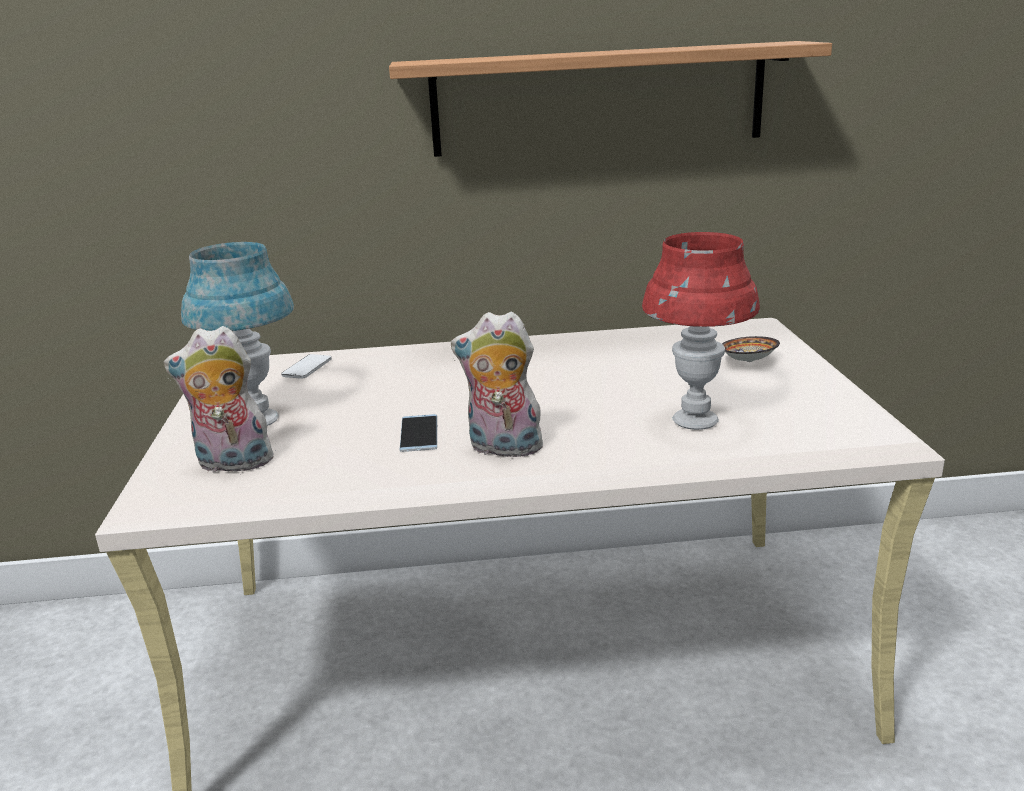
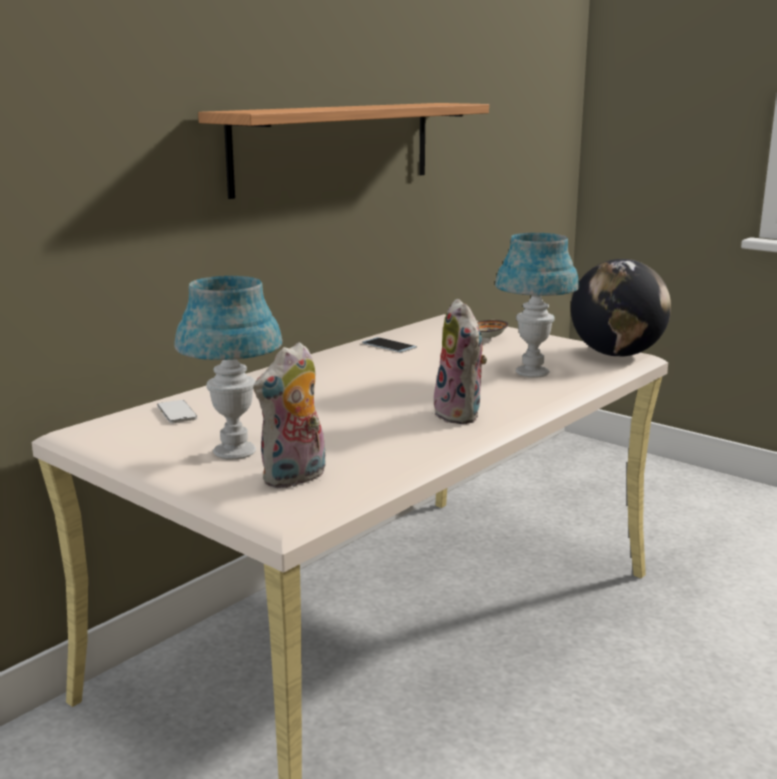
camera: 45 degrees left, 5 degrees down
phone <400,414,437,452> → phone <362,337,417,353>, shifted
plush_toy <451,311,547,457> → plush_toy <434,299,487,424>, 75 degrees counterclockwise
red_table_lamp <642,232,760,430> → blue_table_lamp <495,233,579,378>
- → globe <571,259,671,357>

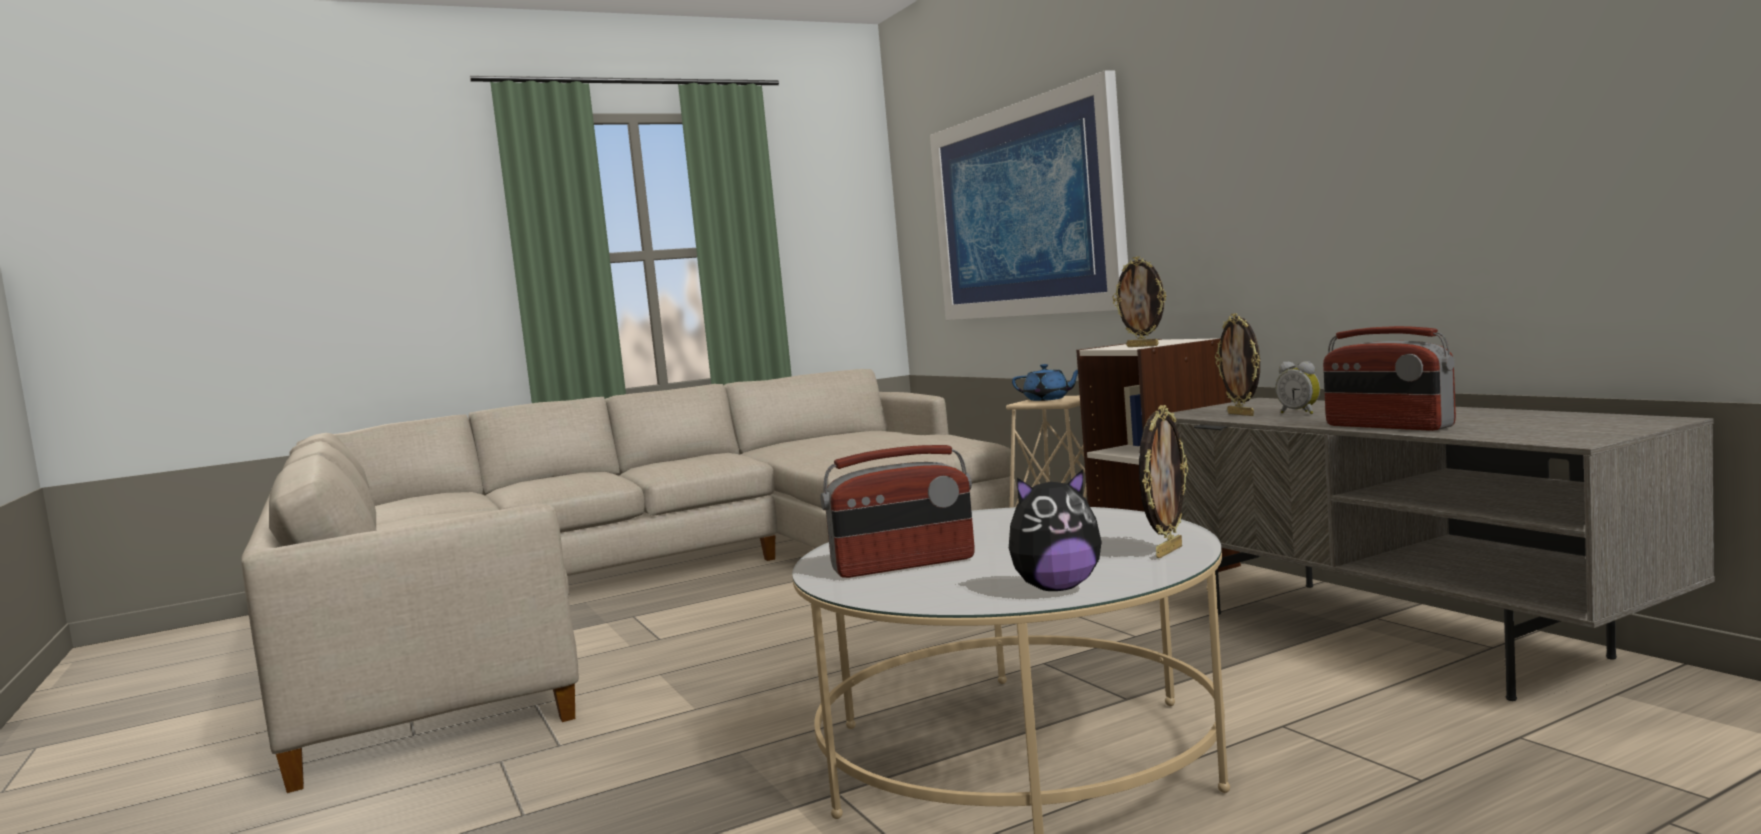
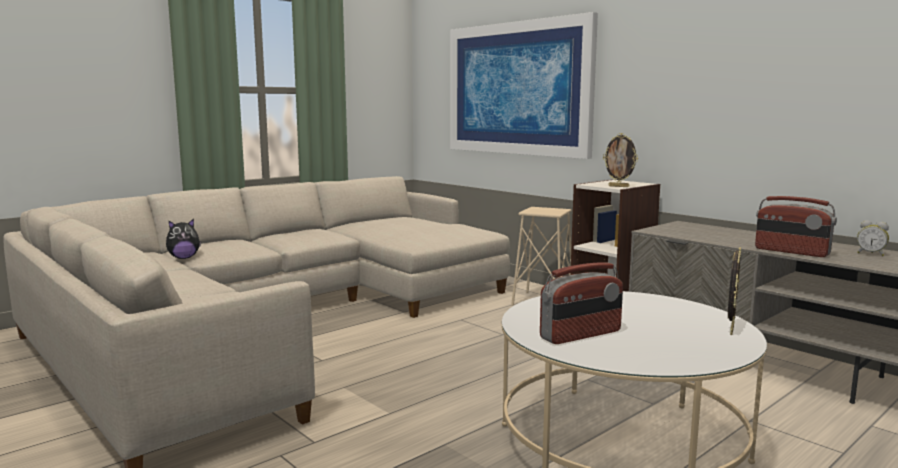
camera: 15 degrees left, 5 degrees up
plush_toy <1009,469,1102,591> → plush_toy <166,219,201,259>, shifted
blue_teapot <1012,364,1078,401> → -
picture_frame <1215,313,1260,416> → -
alarm_clock <1275,361,1320,414> → alarm_clock <857,220,889,256>, shifted

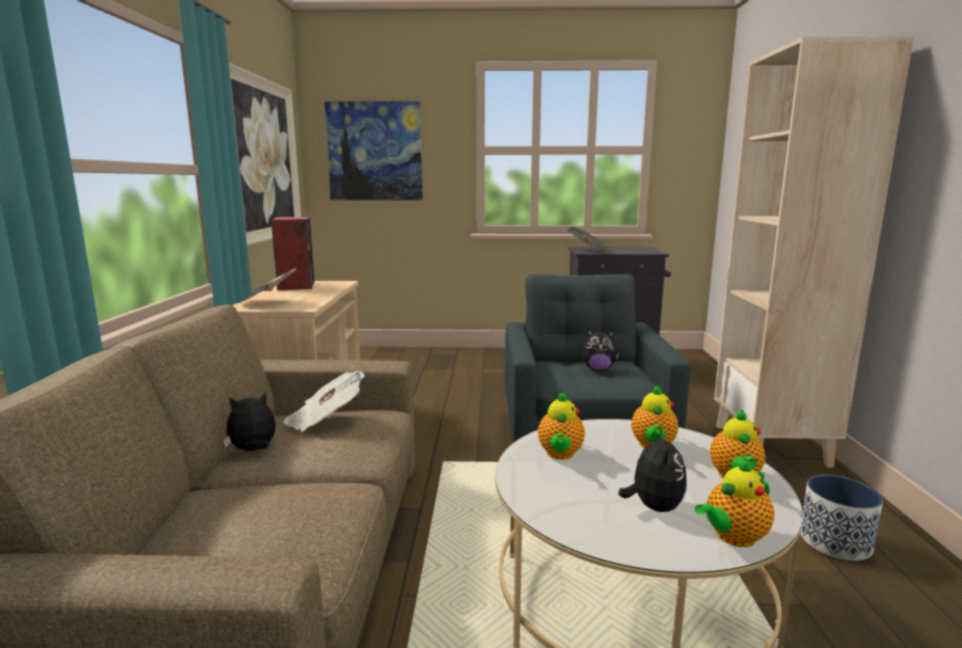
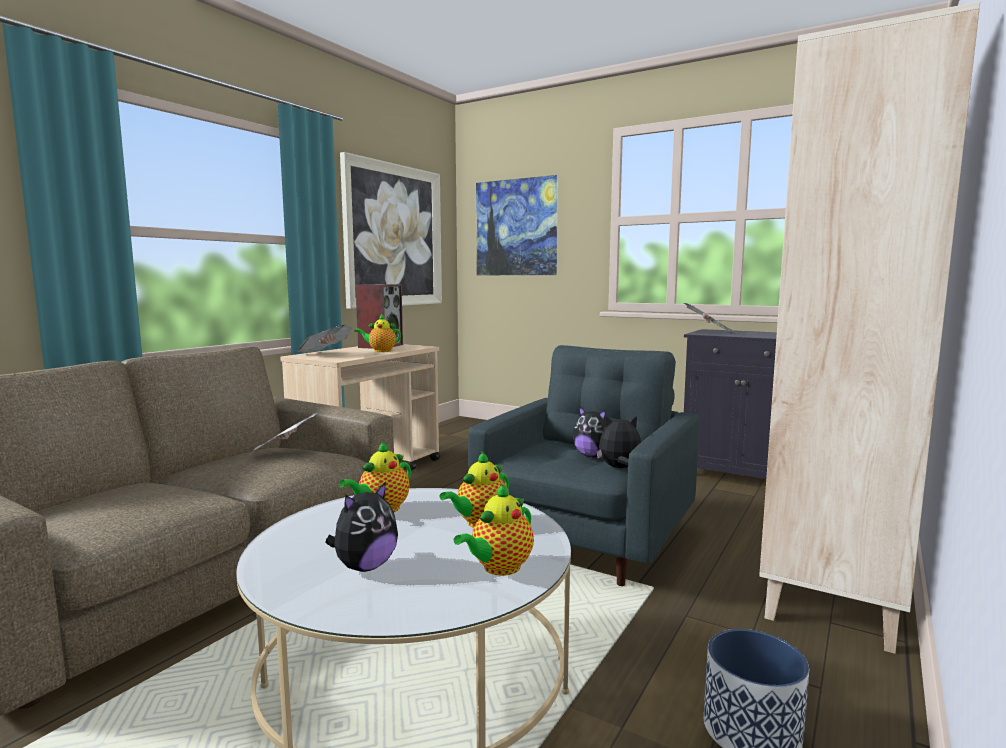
camera: 30 degrees right, 5 degrees down
plush_toy <223,392,276,451> → plush_toy <597,415,641,468>, shifted
teapot <695,457,774,547> → teapot <355,314,401,352>, shifted

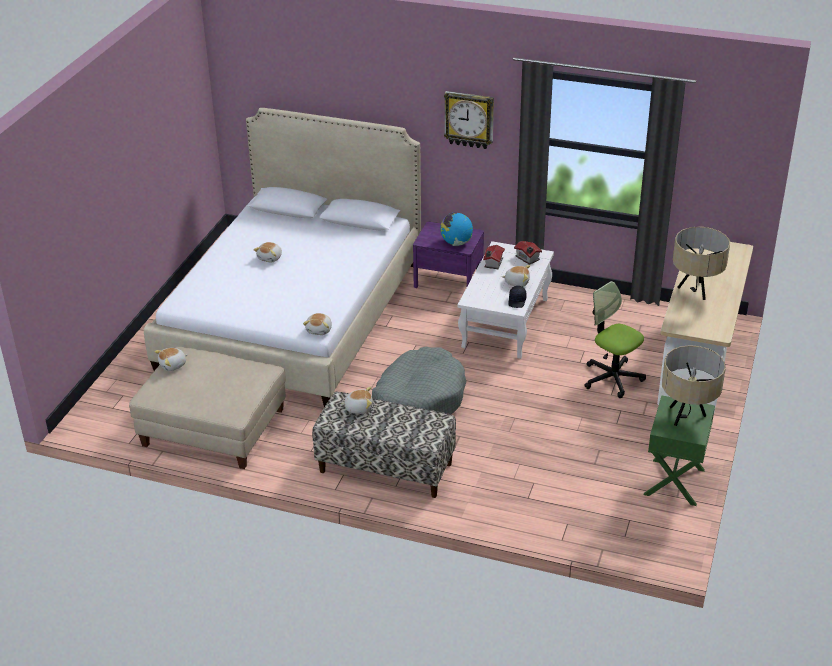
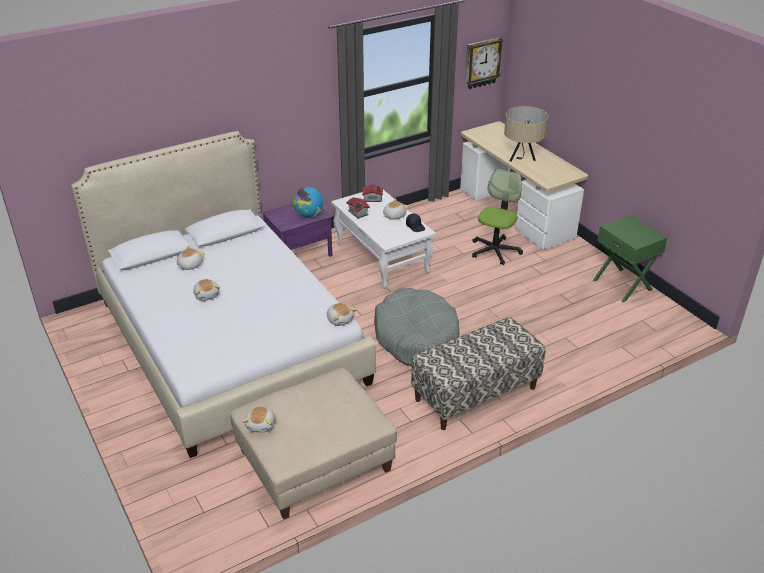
camera: 50 degrees left, 0 degrees up
plush_toy <341,387,373,414> → plush_toy <177,245,205,270>, shifted
wall_clock <444,91,494,149> → wall_clock <465,37,504,89>, shifted
office_chair <584,281,646,398> → office_chair <472,169,523,265>, 120 degrees clockwise
beige_table_lamp <662,345,726,426> → -

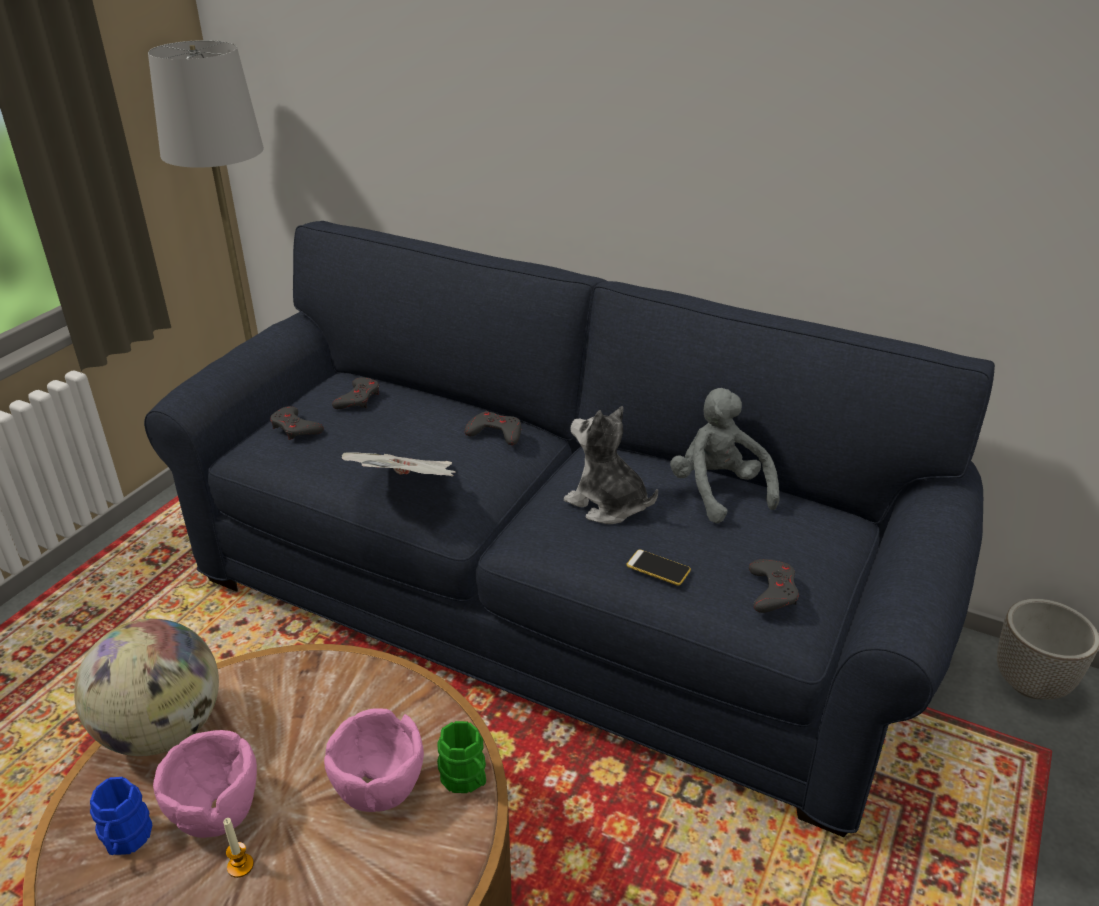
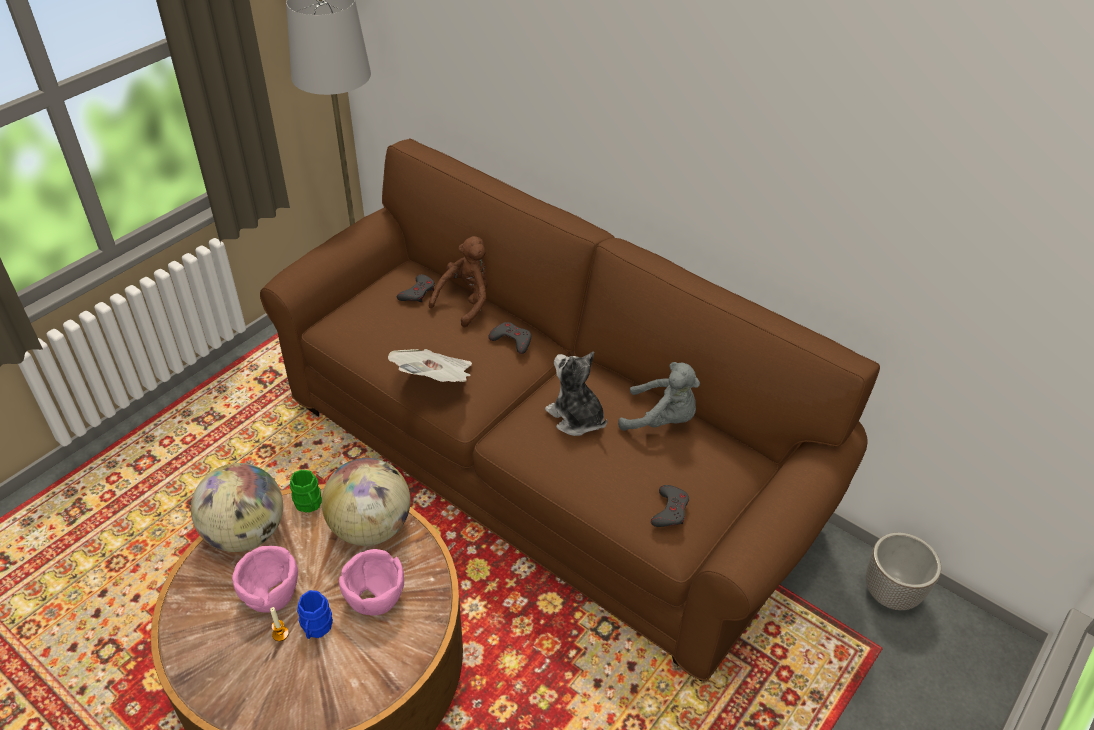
camera: 10 degrees right, 10 degrees up
blue_mug <90,777,152,855> → blue_mug <297,590,333,639>, shifted
blue_sofa <144,221,995,837> → brown_sofa <260,139,880,681>
grey_game_controller <270,406,324,440> → -
green_mug <437,721,486,793> → green_mug <290,470,322,513>, shifted
phone <627,549,691,585> → -
grey_plush_toy <670,388,780,523> → grey_plush_toy <618,362,700,431>, 120 degrees clockwise
- → globe <322,458,410,546>
- → brown_plush_toy <429,236,488,327>

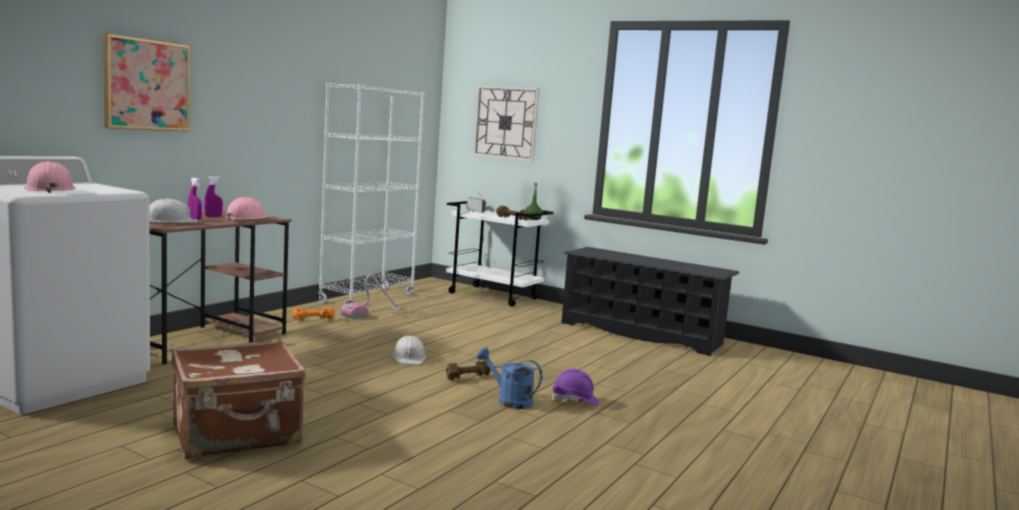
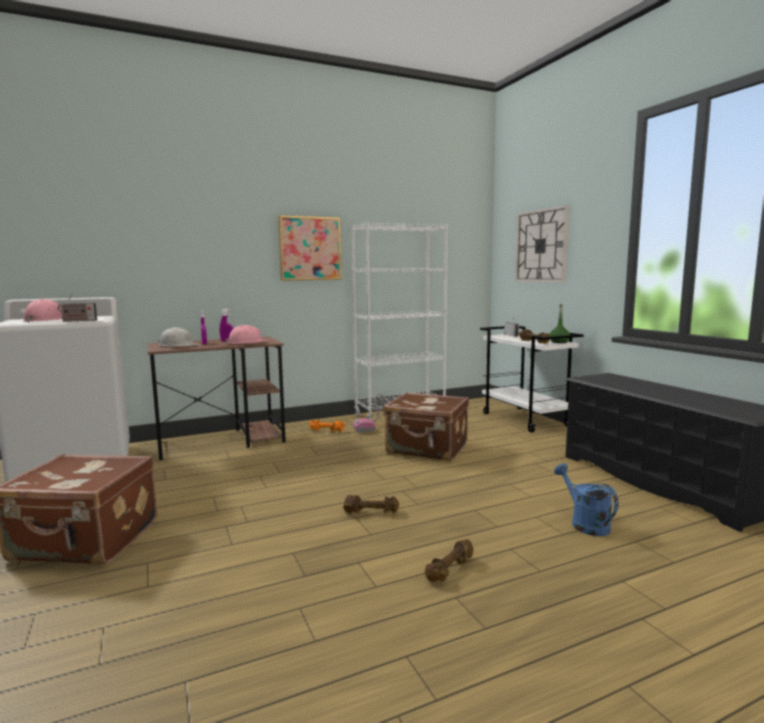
camera: 35 degrees right, 0 degrees up
picture <103,33,190,132> → picture <278,215,342,281>, shifted
white_hard_hat <392,335,426,364> → -
blue_watering_can <477,348,543,409> → blue_watering_can <554,463,619,536>, shifted
purple_hard_hat <551,369,599,406> → brown_dumbbell <425,539,473,582>
- → radio <58,293,97,322>
- → brown_suitcase <383,392,469,461>

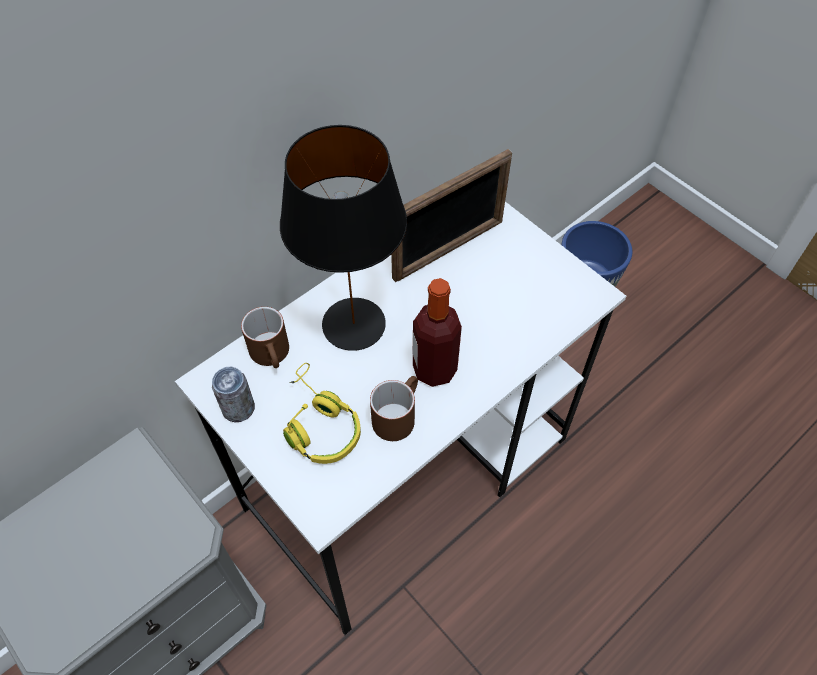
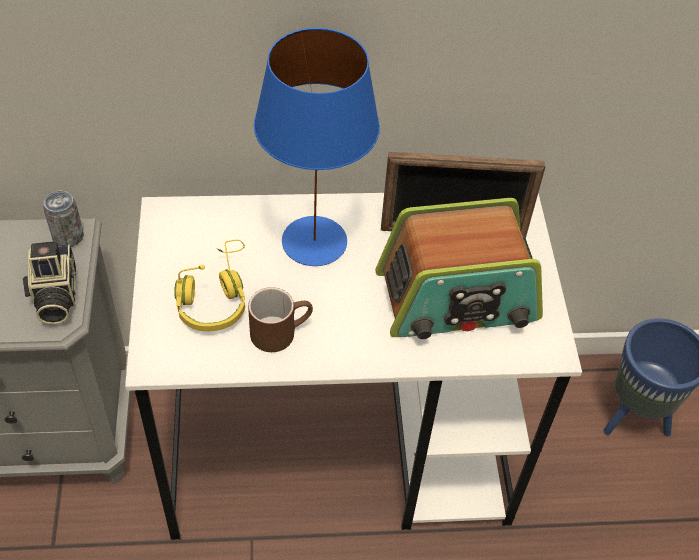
camera: 35 degrees right, 5 degrees down
can <212,367,255,422> → can <43,190,84,247>, shifted
brown_mug <241,307,289,368> → -
black_table_lamp <280,125,407,351> → blue_table_lamp <254,28,380,266>
bottle <413,278,462,387> → -
- → photo_camera <23,241,76,325>
- → radio <376,198,543,339>

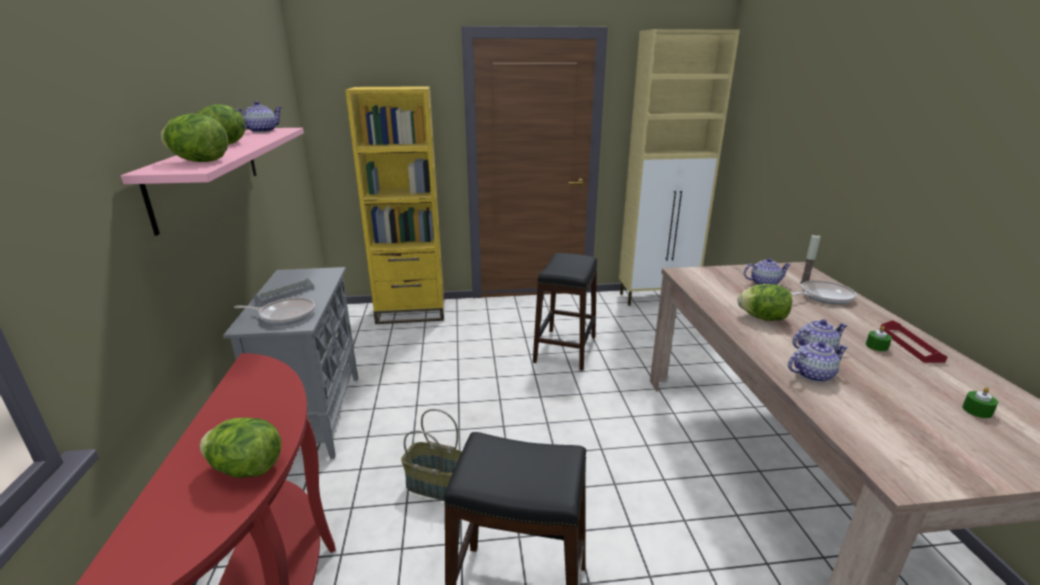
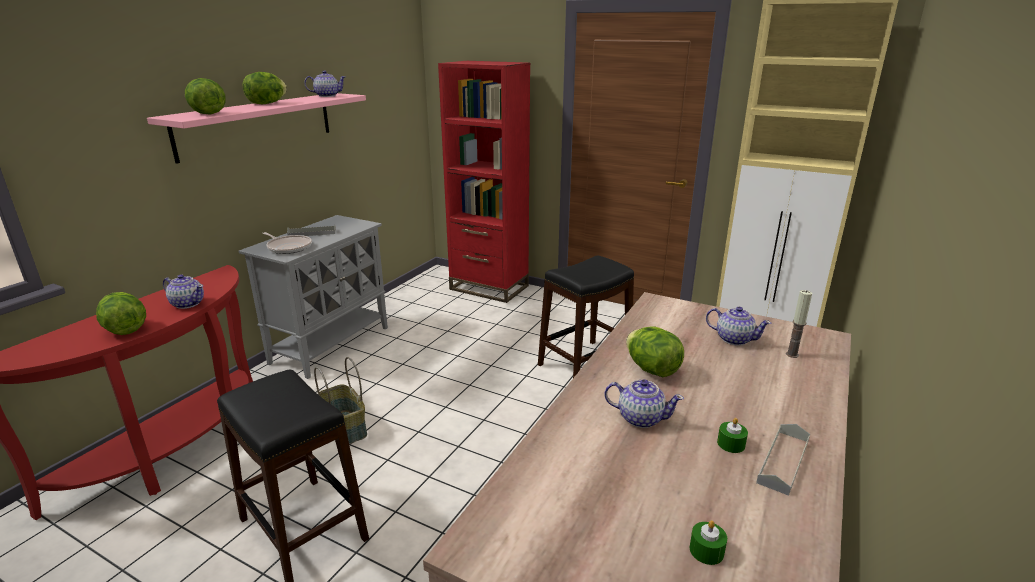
camera: 35 degrees right, 0 degrees up
yellow_bookcase <345,86,444,324> → red_bookcase <438,61,530,303>
teapot <788,341,848,382> → teapot <163,274,204,309>, shifted
frying_pan <791,280,856,304> → -
red_tray <880,320,948,363> → grey_tray <756,424,810,496>

